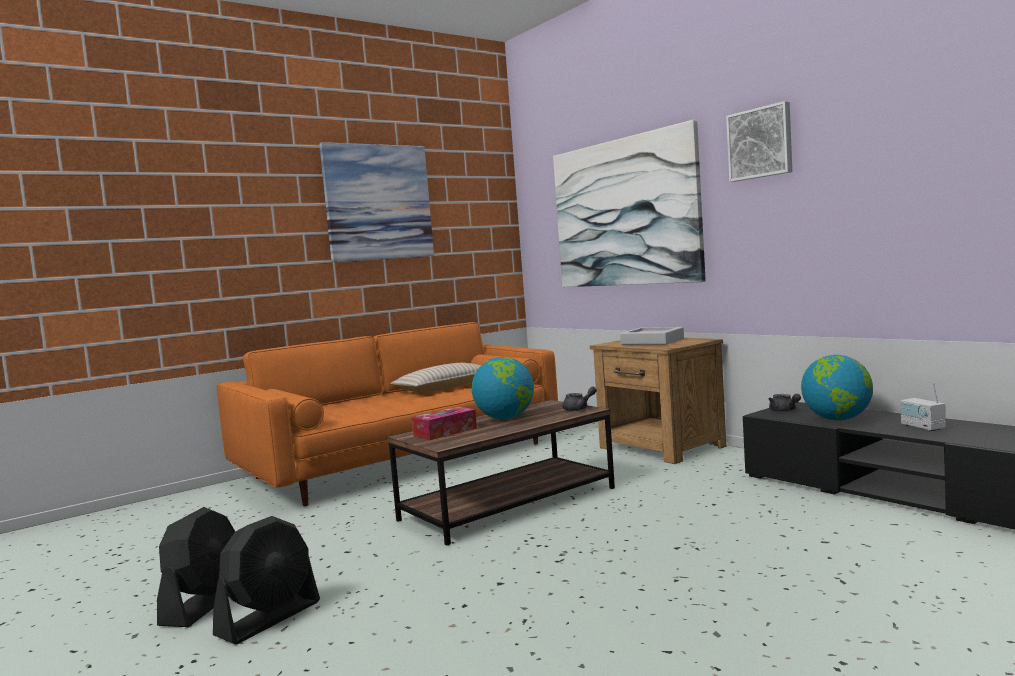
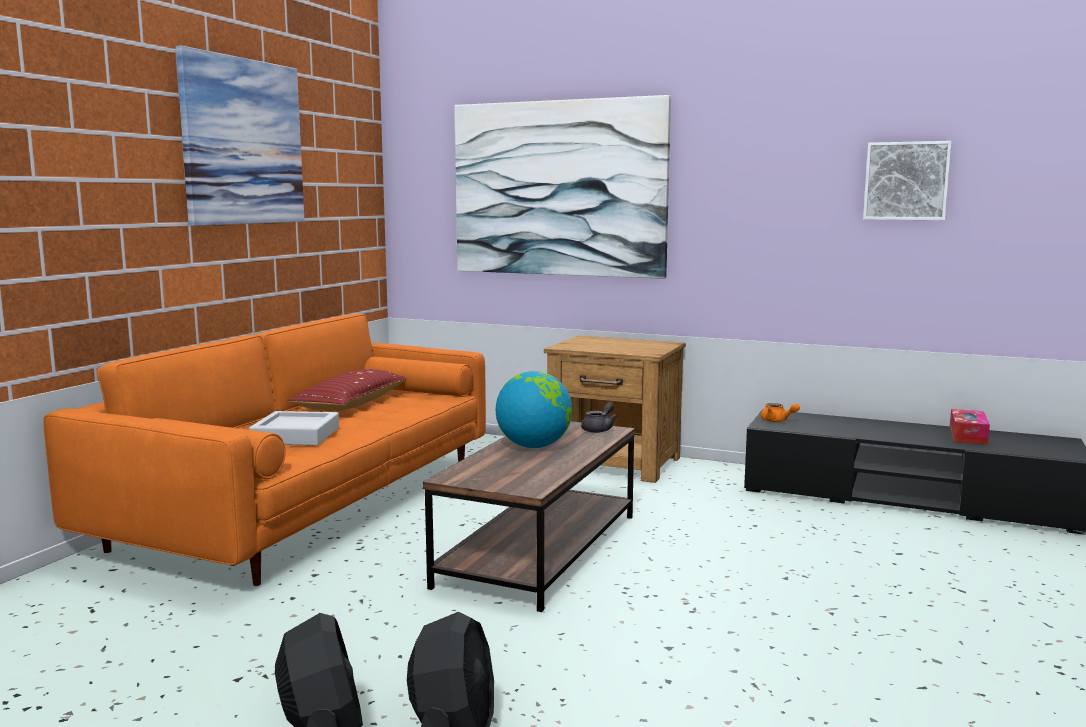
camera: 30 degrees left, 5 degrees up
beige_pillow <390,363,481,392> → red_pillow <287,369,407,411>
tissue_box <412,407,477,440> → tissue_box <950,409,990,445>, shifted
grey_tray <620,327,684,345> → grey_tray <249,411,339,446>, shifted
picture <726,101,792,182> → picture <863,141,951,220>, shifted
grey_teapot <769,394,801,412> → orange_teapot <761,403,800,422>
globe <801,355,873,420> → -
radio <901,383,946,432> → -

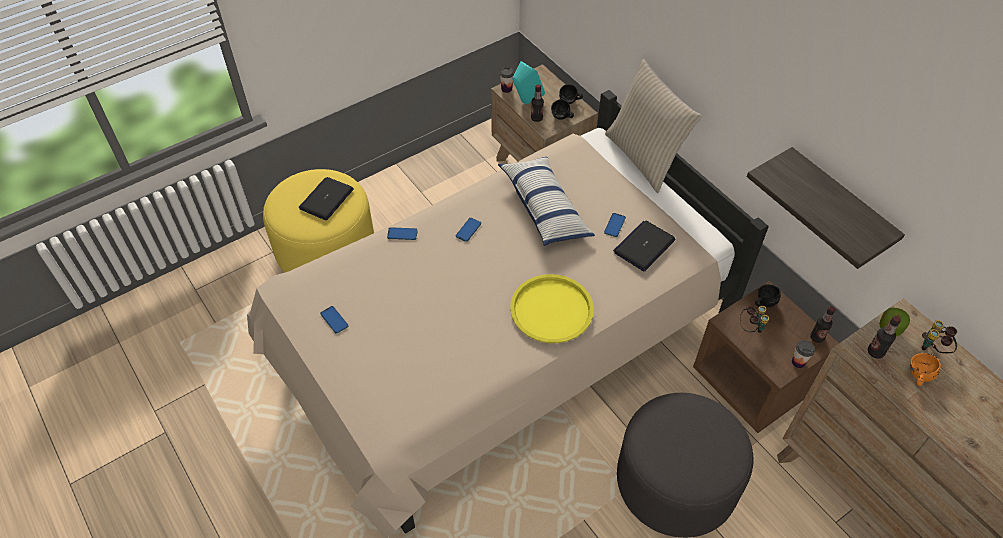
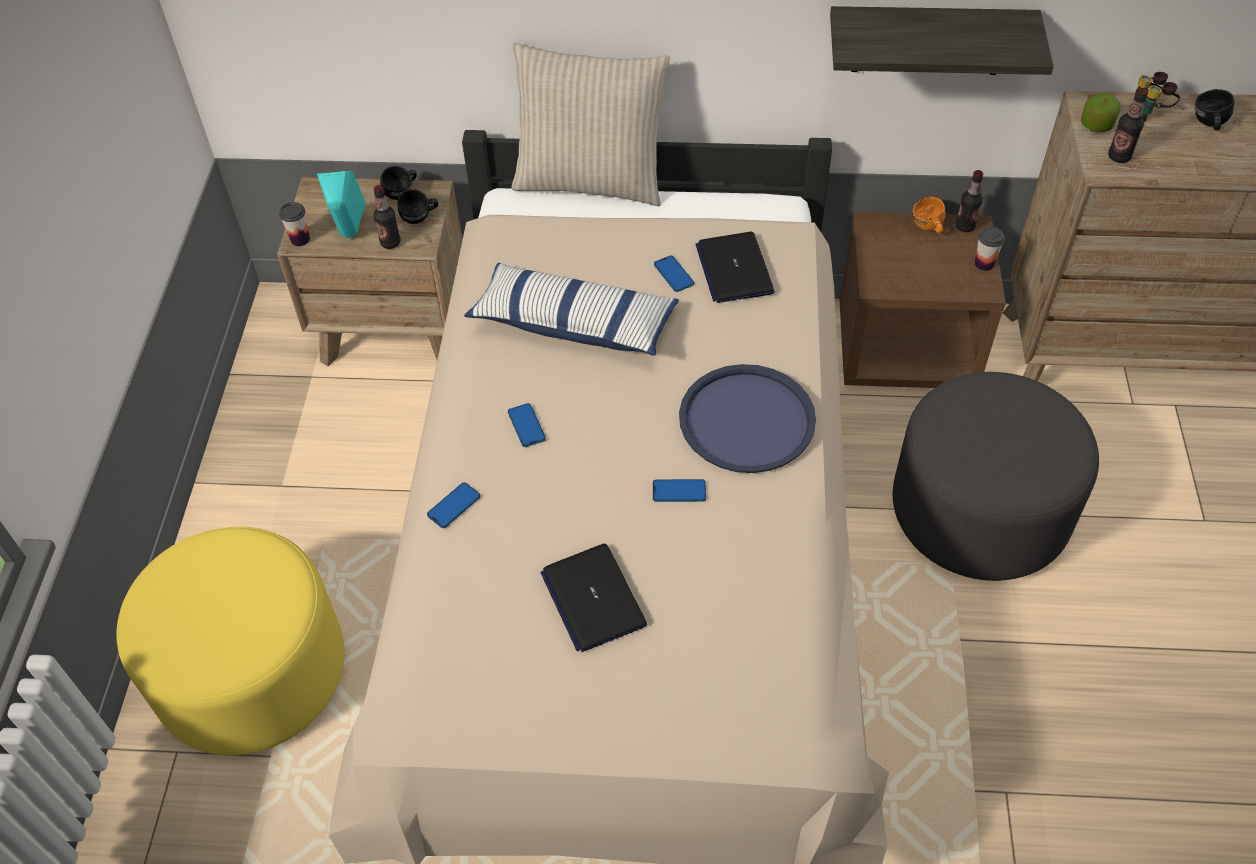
camera: 50 degrees left, 0 degrees up
laptop <299,177,354,220> → laptop <540,544,647,652>, shifted
phone <320,306,348,334> → phone <653,479,706,502>, shifted
yellow_tray <510,274,594,343> → blue_tray <679,364,816,473>
binoculars <740,306,769,333> → -
black_mug <755,284,781,307> → black_mug <1195,89,1234,130>, shifted
orange_mug <910,353,941,386> → orange_mug <913,197,946,233>, shifted

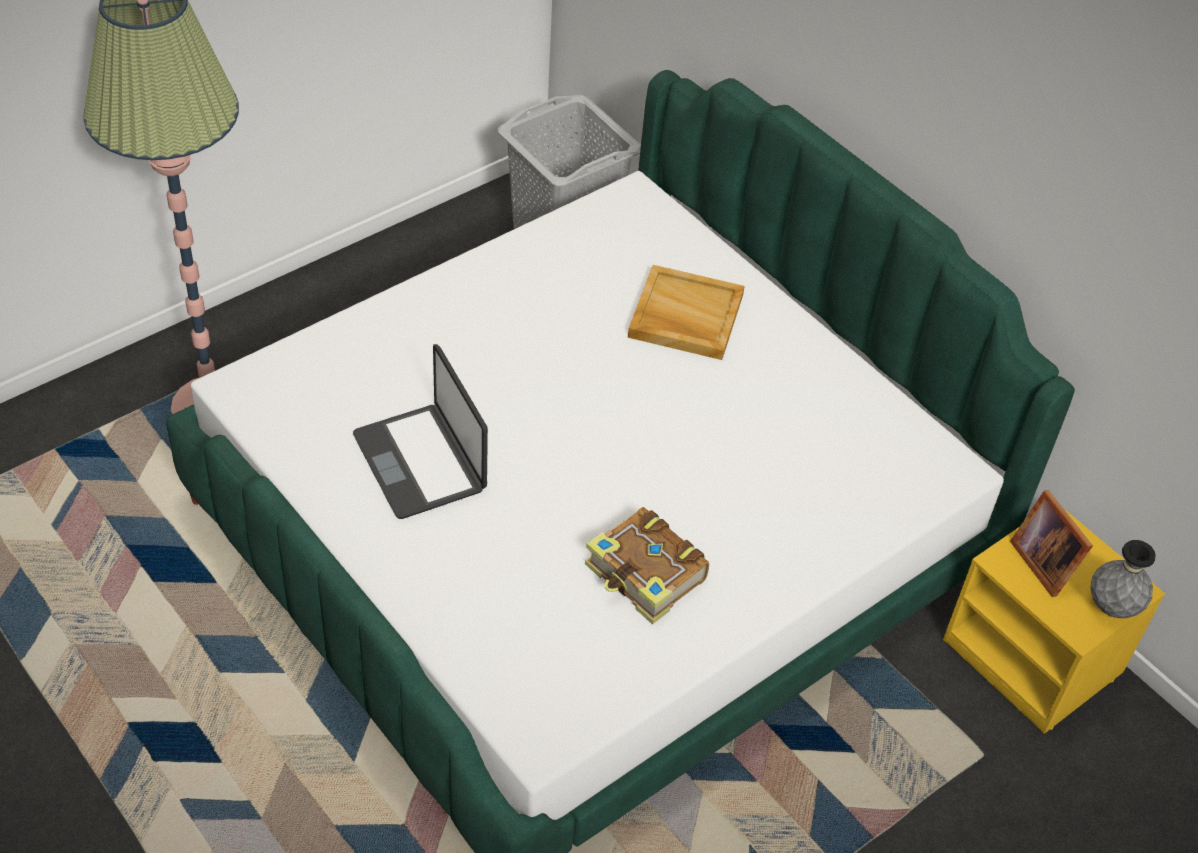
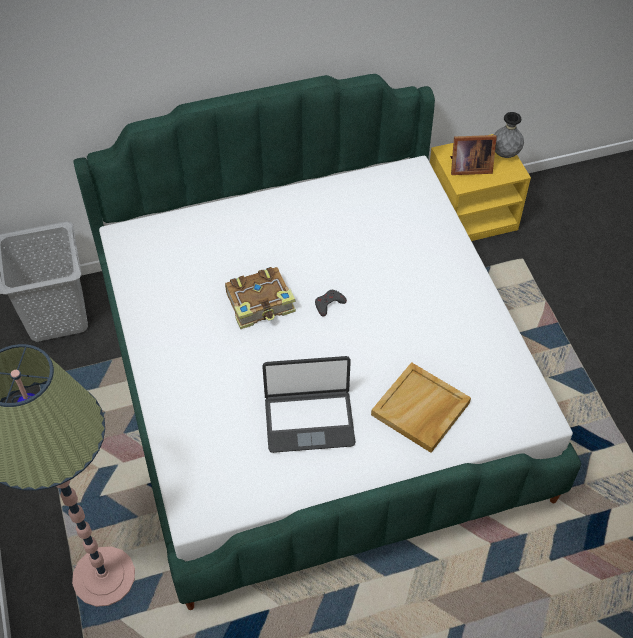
camera: 65 degrees left, 5 degrees up
book <585,507,709,624> → book <225,267,296,329>, shifted
beige_tray <628,265,745,360> → beige_tray <371,362,471,453>, shifted
- → grey_game_controller <315,290,347,317>

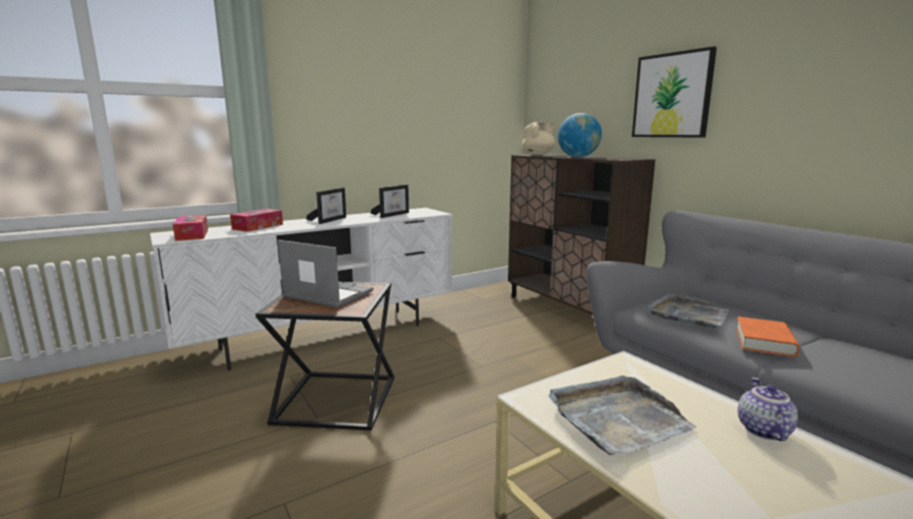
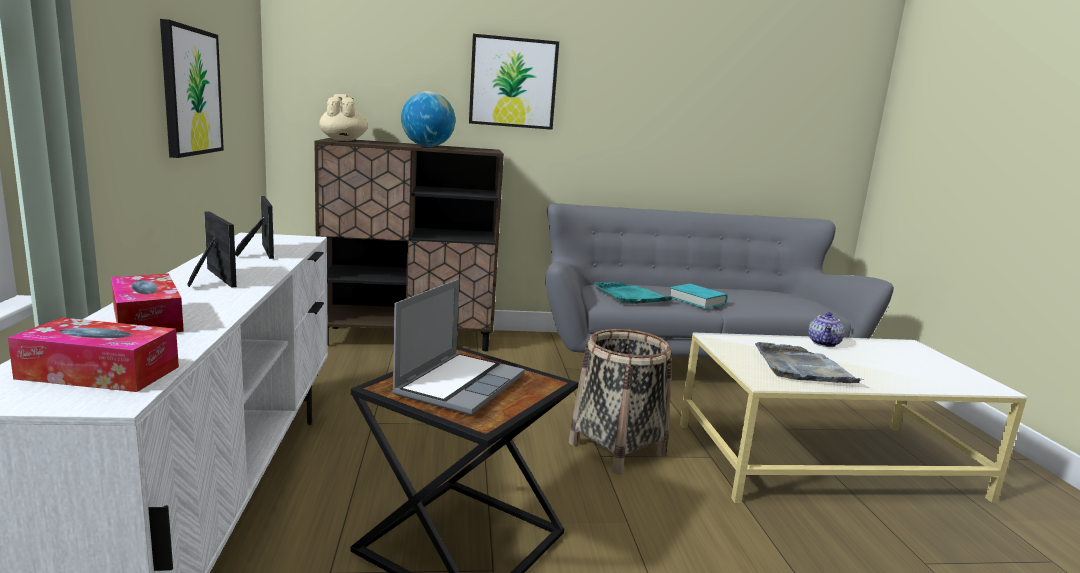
camera: 65 degrees left, 0 degrees up
laptop <278,240,374,308> → laptop <392,279,525,415>, 150 degrees clockwise
grey_tray <647,293,729,328> → turquoise_tray <594,282,672,304>
orange_book <736,317,800,357> → turquoise_book <669,284,728,309>
teapot <738,377,798,441> → teapot <808,312,845,347>, 105 degrees counterclockwise
- → picture <160,19,224,158>
- → basket <569,329,672,474>

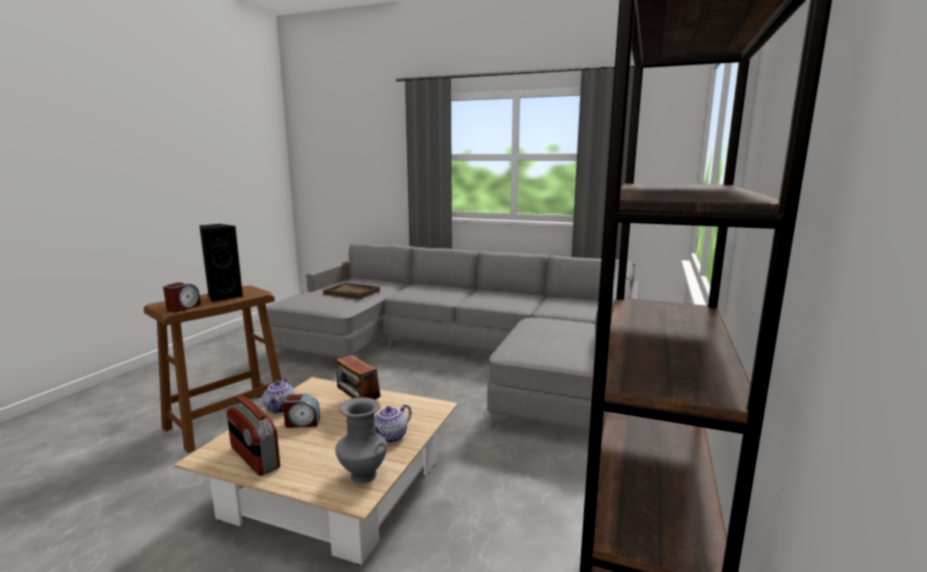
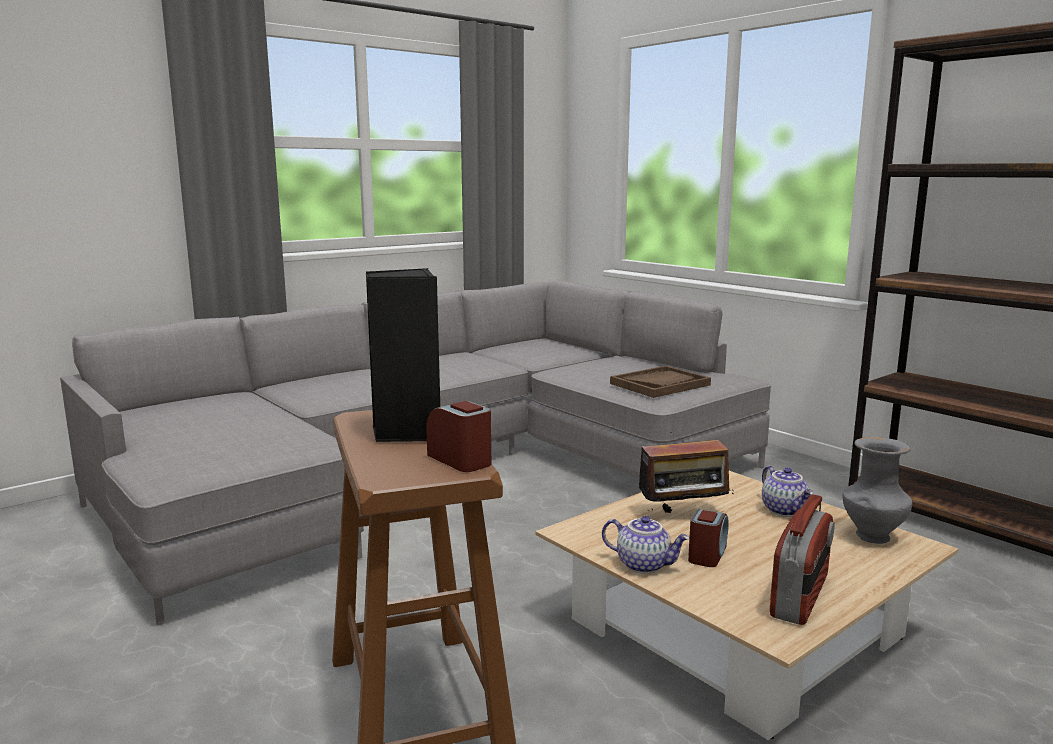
camera: 60 degrees left, 0 degrees up
radio <227,394,280,476> → radio <770,494,835,625>, 45 degrees counterclockwise
brown_tray <323,283,380,299> → brown_tray <610,366,711,398>, shifted

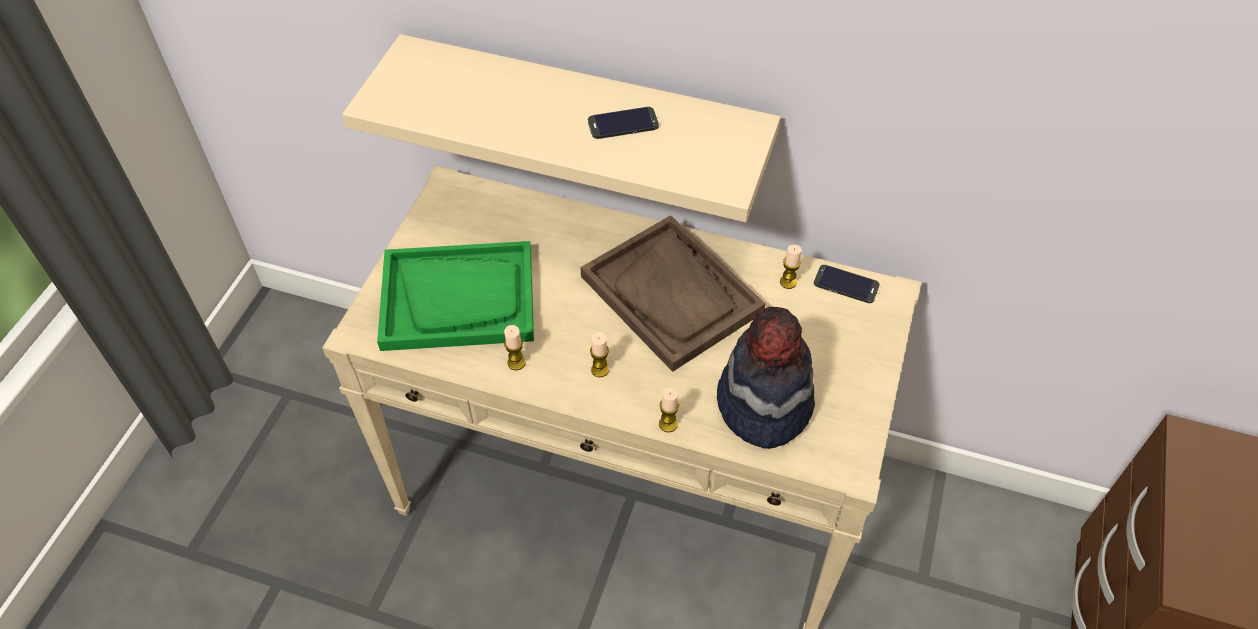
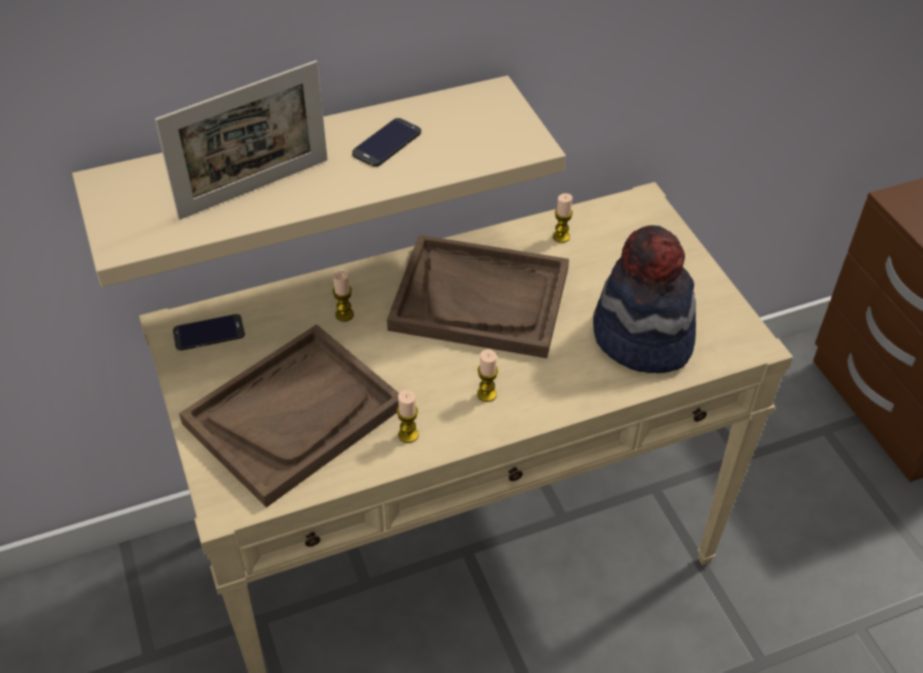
camera: 40 degrees left, 5 degrees down
green_tray <377,241,534,351> → brown_tray <179,324,399,508>
candle <659,388,679,432> → candle <332,271,354,322>, shifted
phone <814,265,880,303> → phone <173,314,245,351>, shifted
- → picture_frame <155,60,328,220>

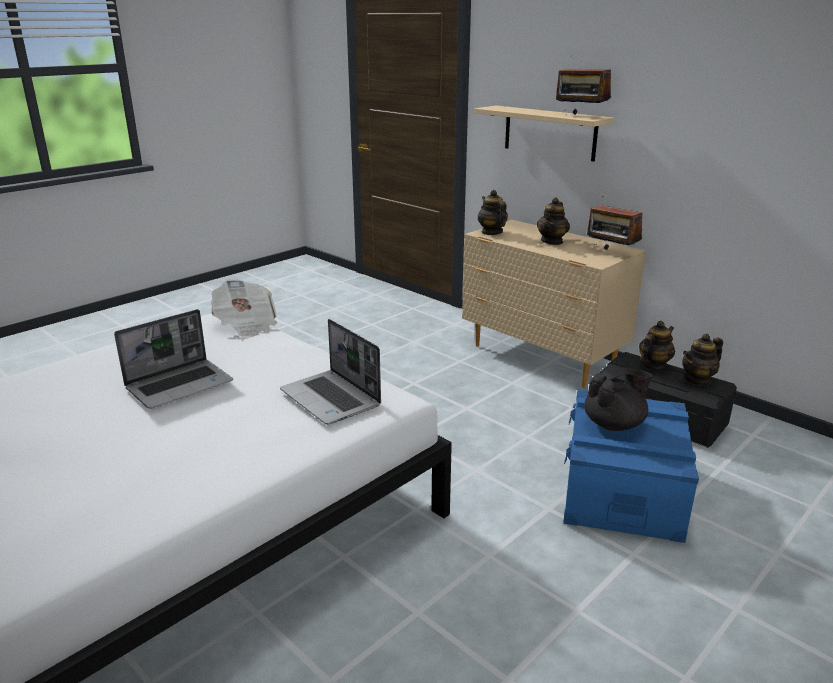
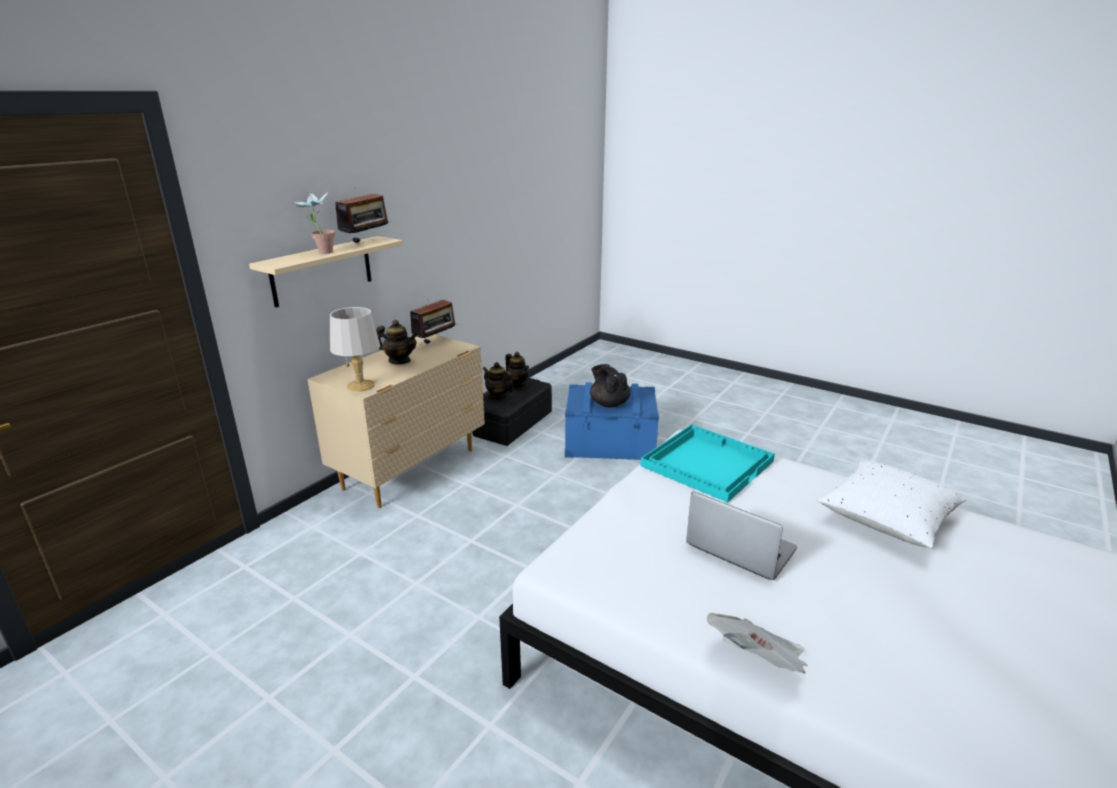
camera: 100 degrees left, 0 degrees up
newspaper <211,279,277,338> → newspaper <707,613,808,674>, shifted
laptop <280,319,381,424> → turquoise_tray <640,424,775,503>
teapot <478,190,508,235> → grey_table_lamp <330,307,380,392>
- → potted_plant <292,191,335,254>
- → white_pillow <818,461,966,548>

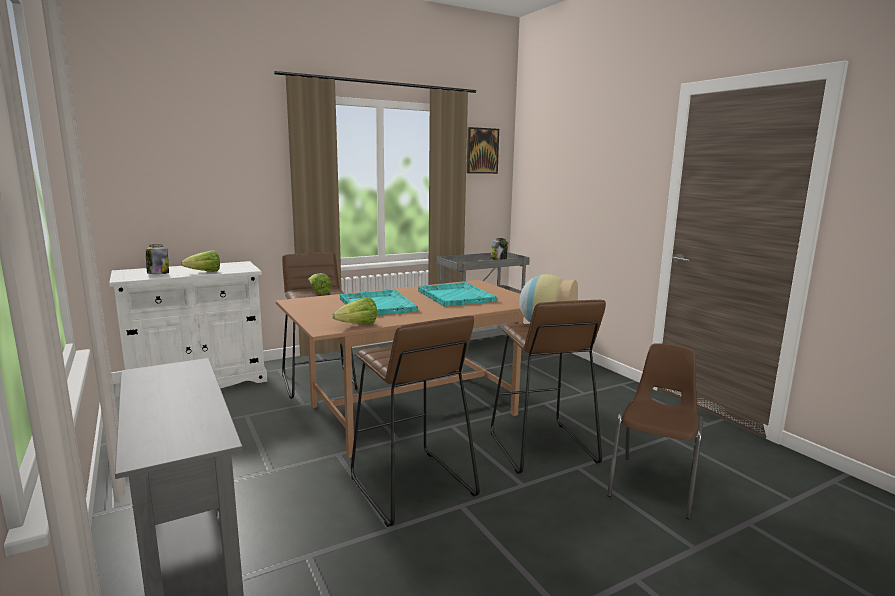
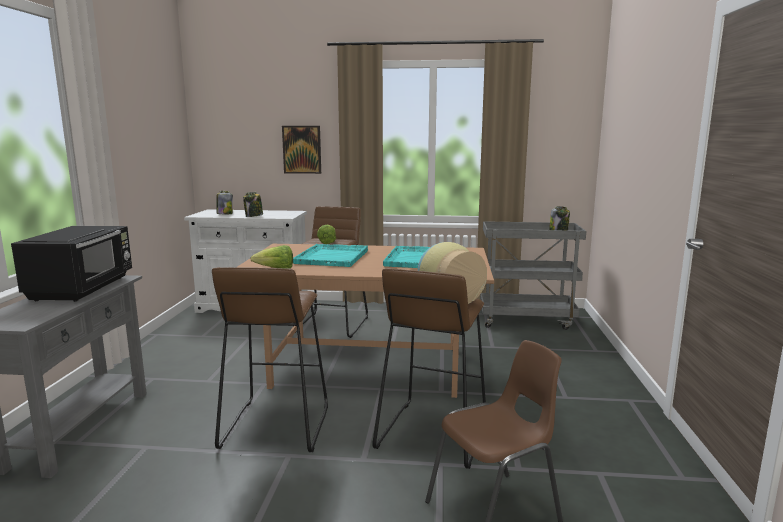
camera: 35 degrees right, 0 degrees up
lettuce <181,250,220,272> → jar <243,192,263,217>
picture <467,127,499,174> → picture <282,126,321,174>, shifted
- → black_microwave <11,226,132,302>

